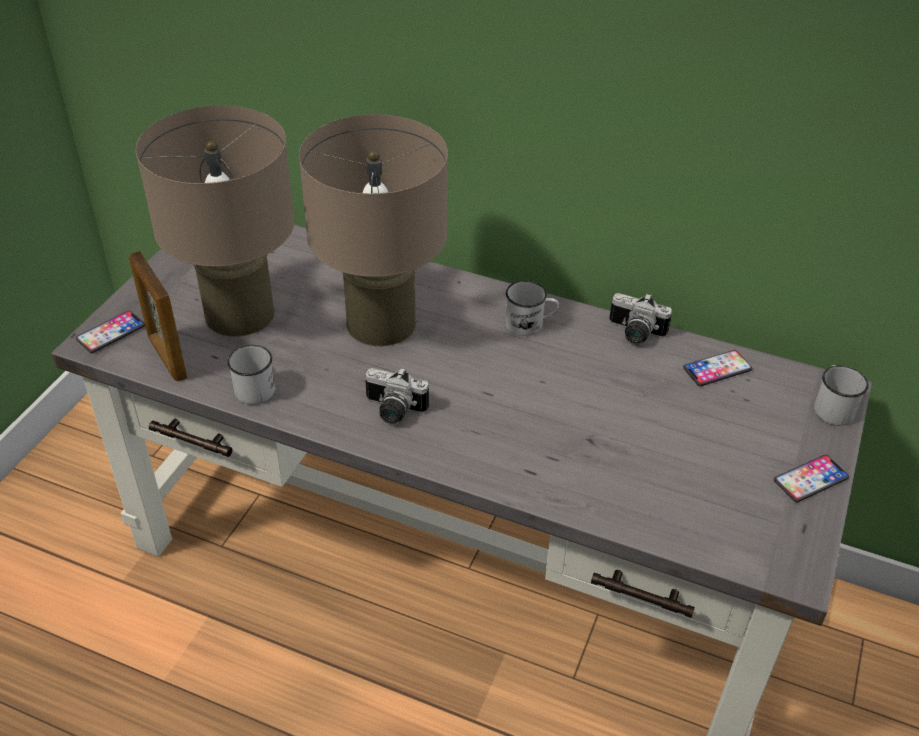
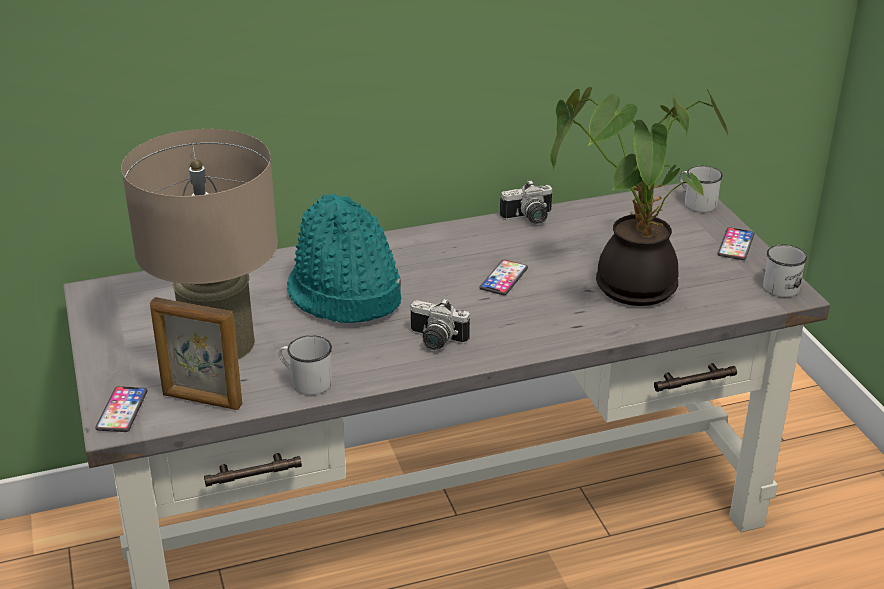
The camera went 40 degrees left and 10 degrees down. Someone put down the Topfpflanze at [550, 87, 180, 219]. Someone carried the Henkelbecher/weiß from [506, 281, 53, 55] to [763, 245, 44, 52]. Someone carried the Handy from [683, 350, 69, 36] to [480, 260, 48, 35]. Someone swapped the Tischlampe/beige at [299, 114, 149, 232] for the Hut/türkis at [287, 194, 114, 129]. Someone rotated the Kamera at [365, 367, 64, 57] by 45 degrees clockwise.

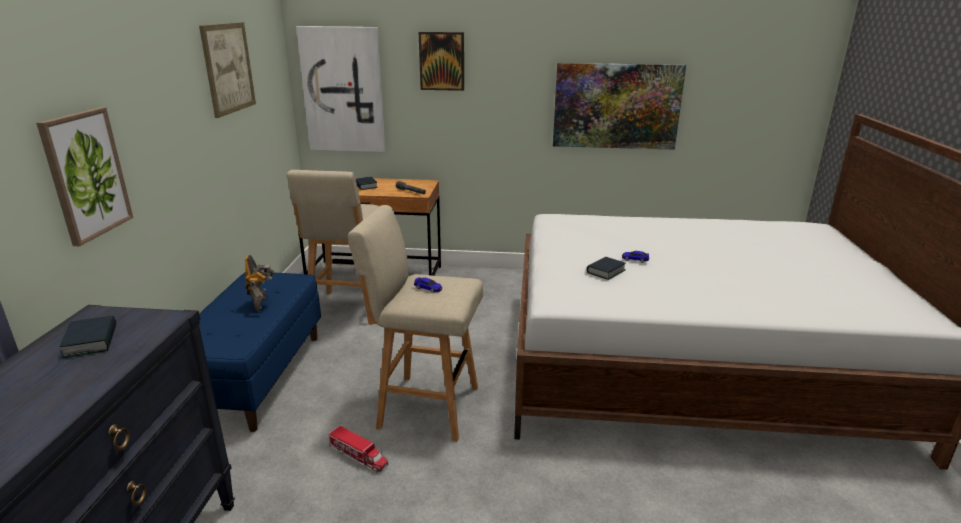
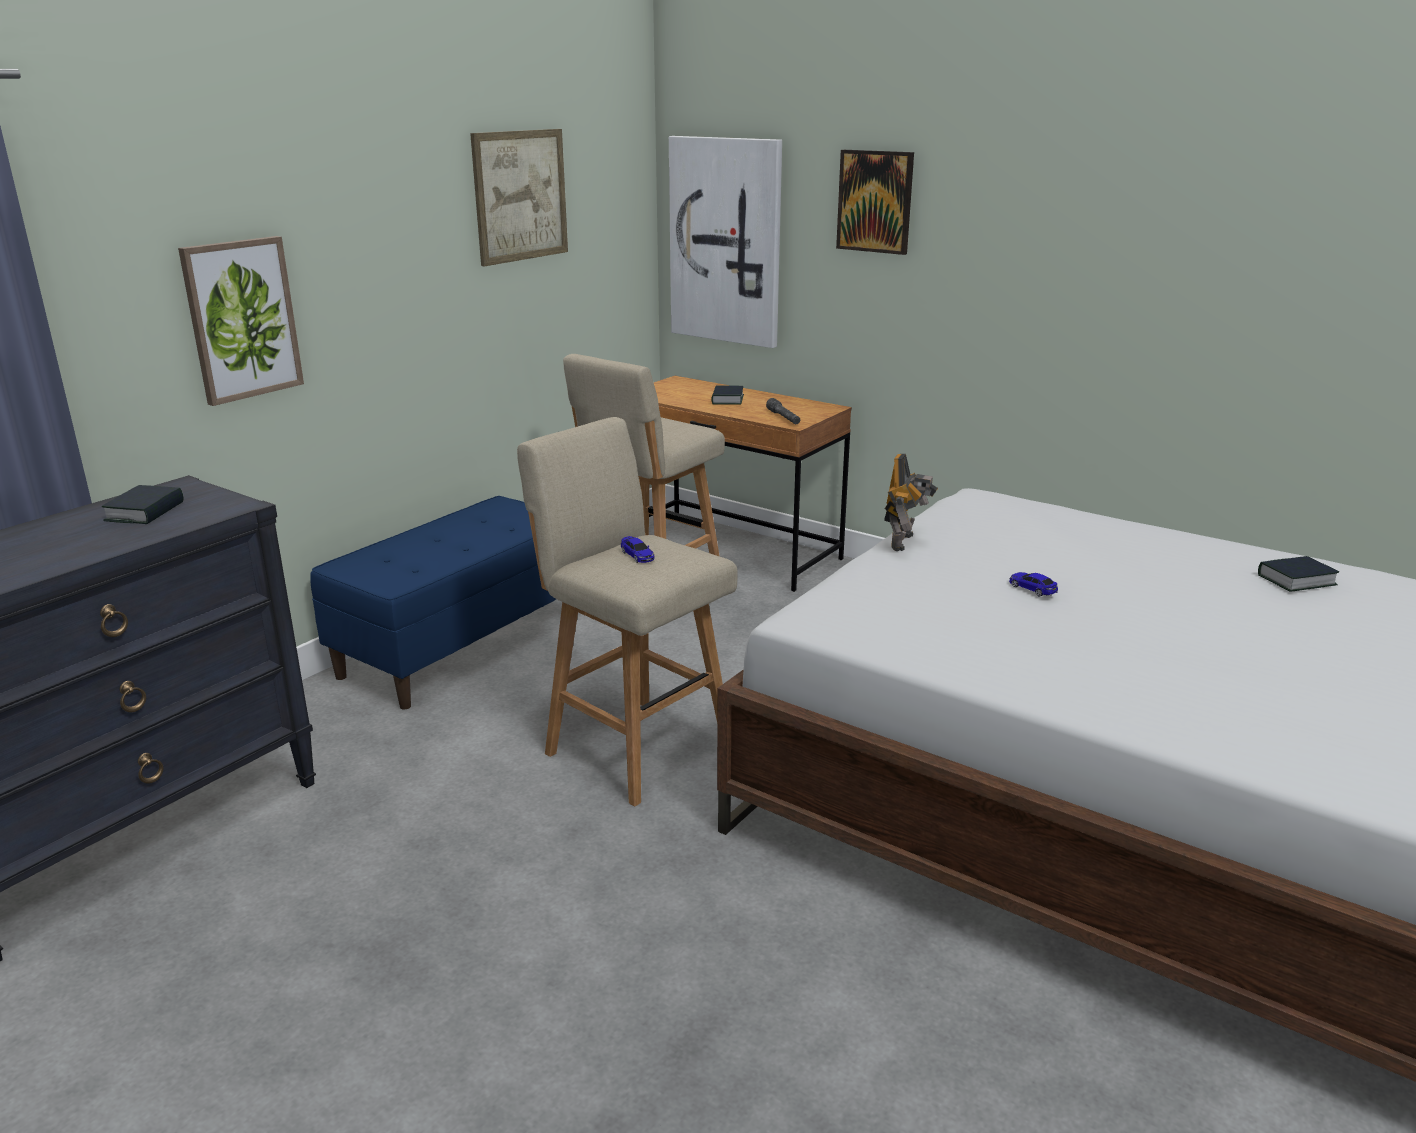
The camera went 30 degrees right and 0 degrees up. Someone took away the Spielzeuglaster at [329, 426, 59, 47]. Someone took away the Bild at [553, 63, 133, 87]. Someone carried the Spielzeugroboter from [244, 255, 30, 56] to [884, 454, 54, 97]. Someone carried the Buch from [587, 257, 39, 23] to [1258, 556, 81, 36].

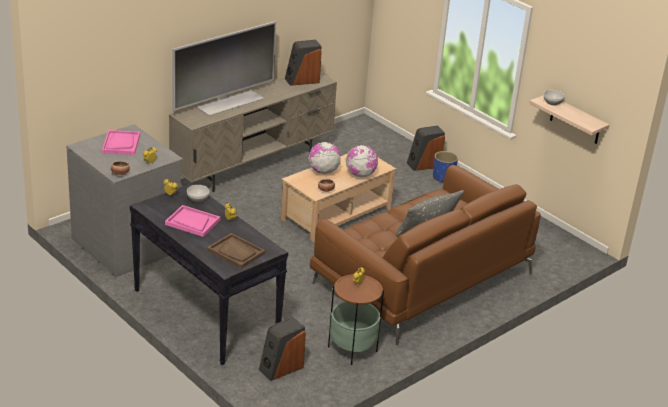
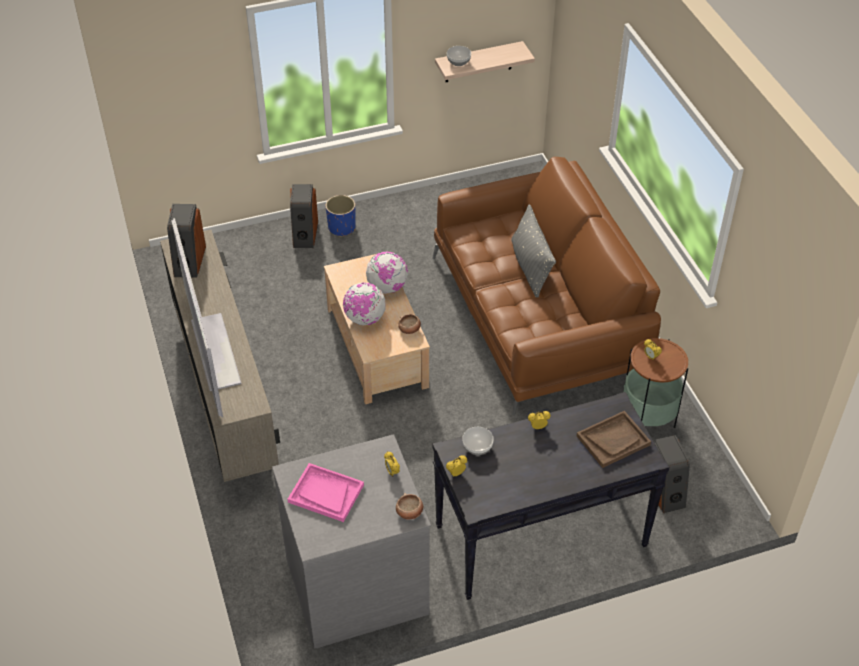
The camera went 65 degrees left and 15 degrees up. Someone took away the Tablett/rosa at [165, 205, 55, 32].

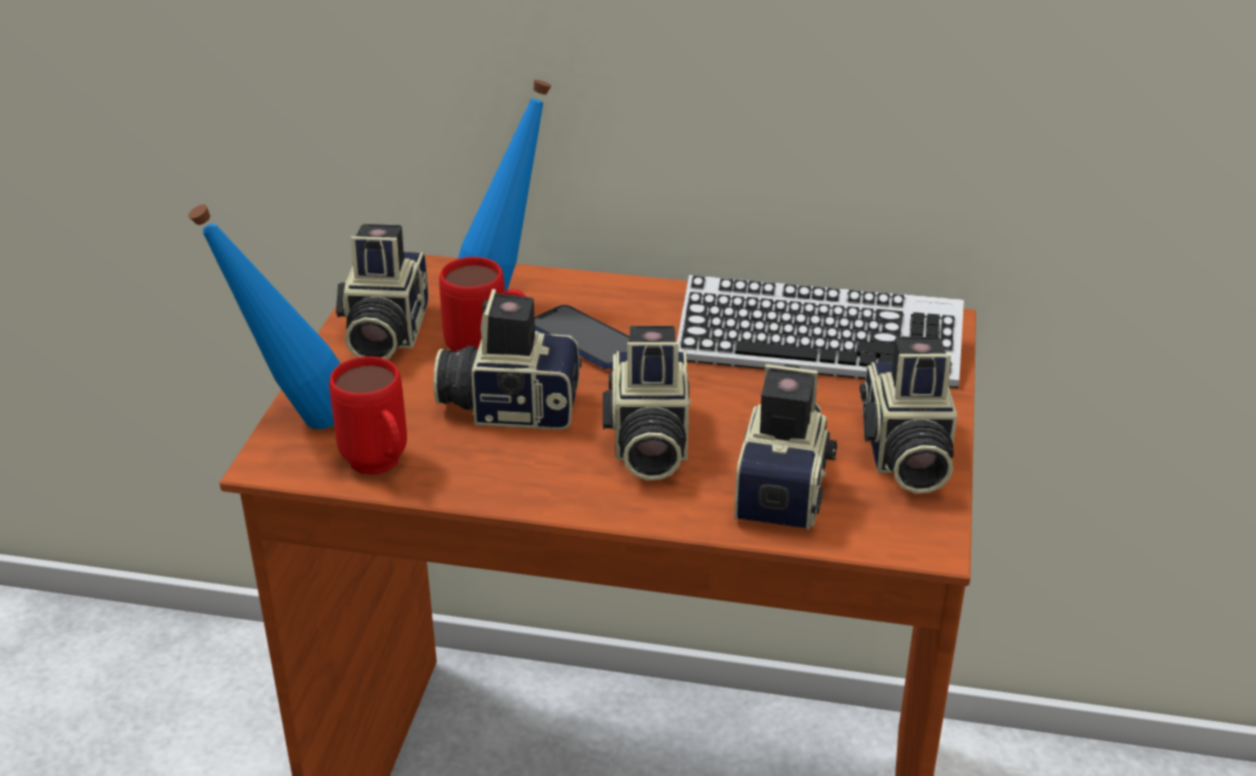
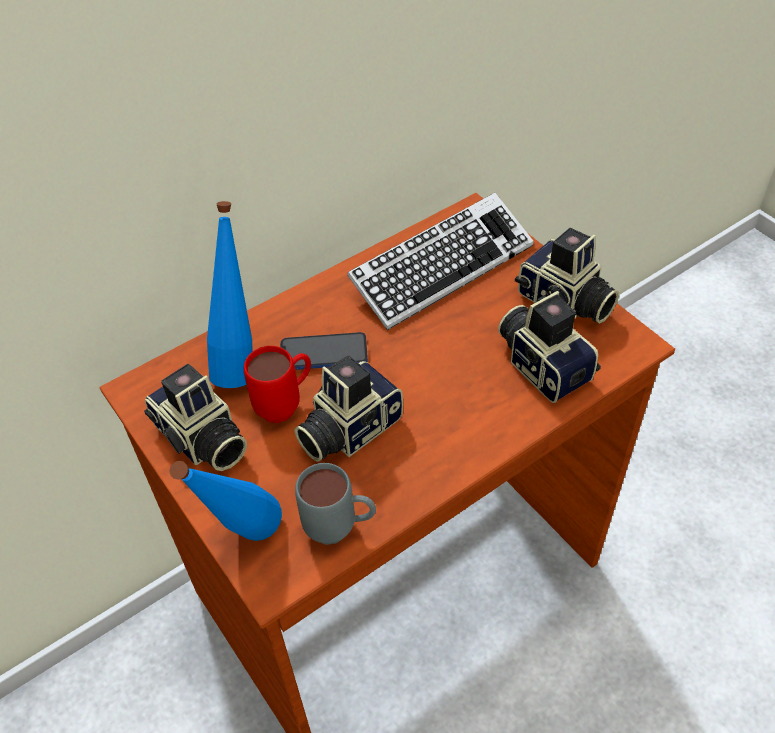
The camera went 45 degrees left and 15 degrees up. Someone took away the Kamera at [603, 326, 88, 155]. Someone repainted the Henkelbecher/rot at [329, 356, 78, 119], which became the Henkelbecher/grau at [295, 463, 81, 82].

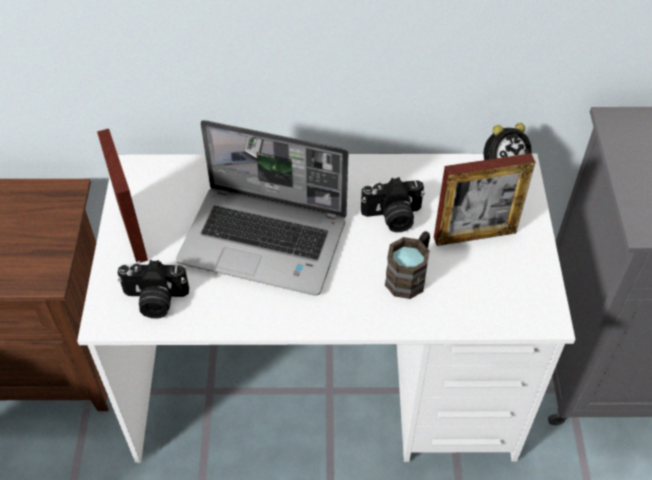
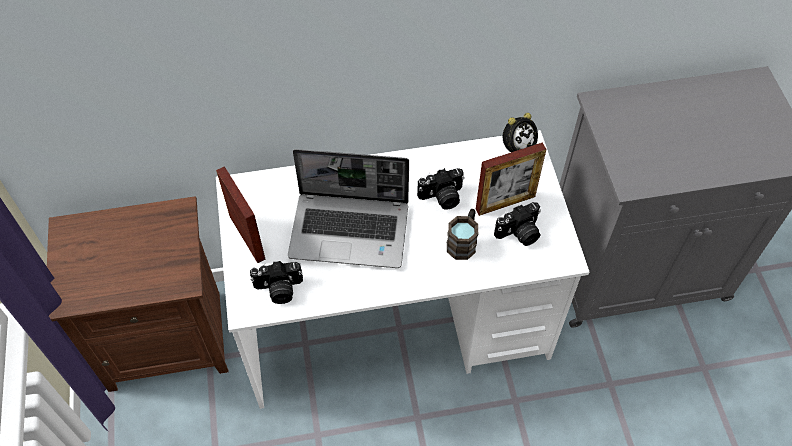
The camera went 10 degrees left and 5 degrees up. Someone put down the Kamera at [494, 202, 47, 44].

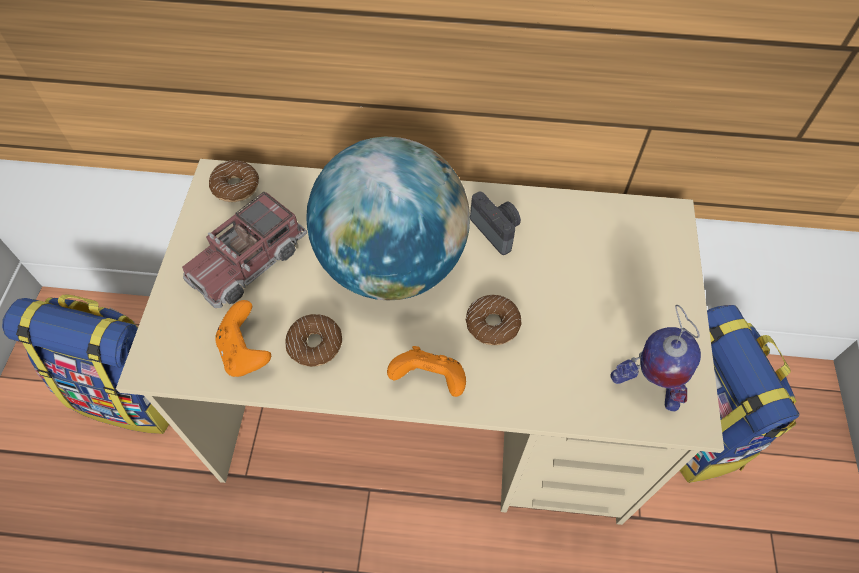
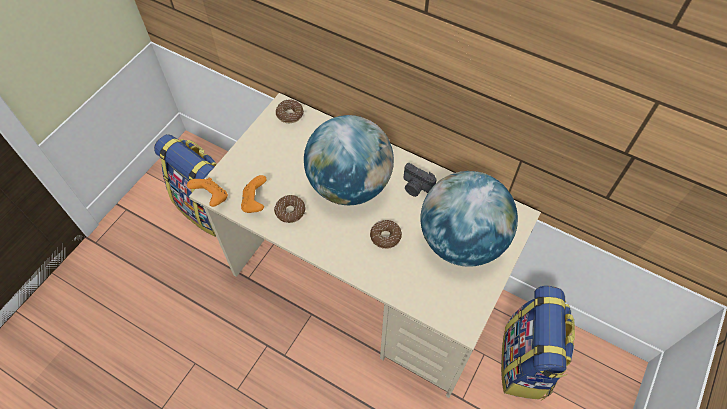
The camera went 25 degrees right and 0 degrees up. Someone took away the Spielzeuglaster at [182, 192, 125, 116]. Someone took away the Spielzeugroboter at [610, 305, 91, 106]. Someone put down the Globus at [420, 171, 98, 96]. Someone carried the Gamepad/orange from [387, 346, 79, 51] to [187, 178, 41, 29]. Someone rotated the Kamera at [470, 191, 51, 64] by 135 degrees clockwise.

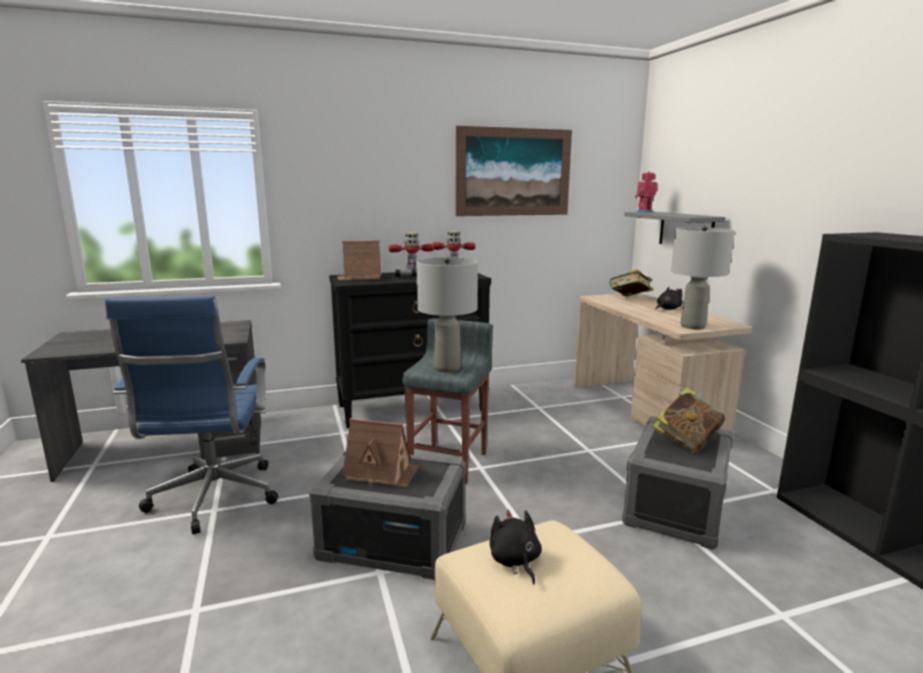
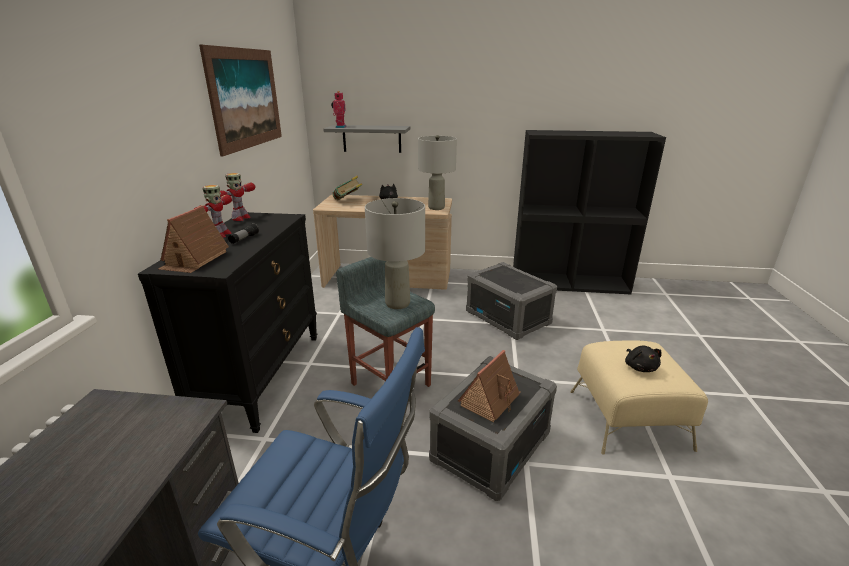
The camera went 65 degrees left and 10 degrees up. Someone took away the Buch at [652, 387, 73, 66]. Someone rotated the Plüschtier/schwarz at [490, 509, 52, 76] by 105 degrees counterclockwise.

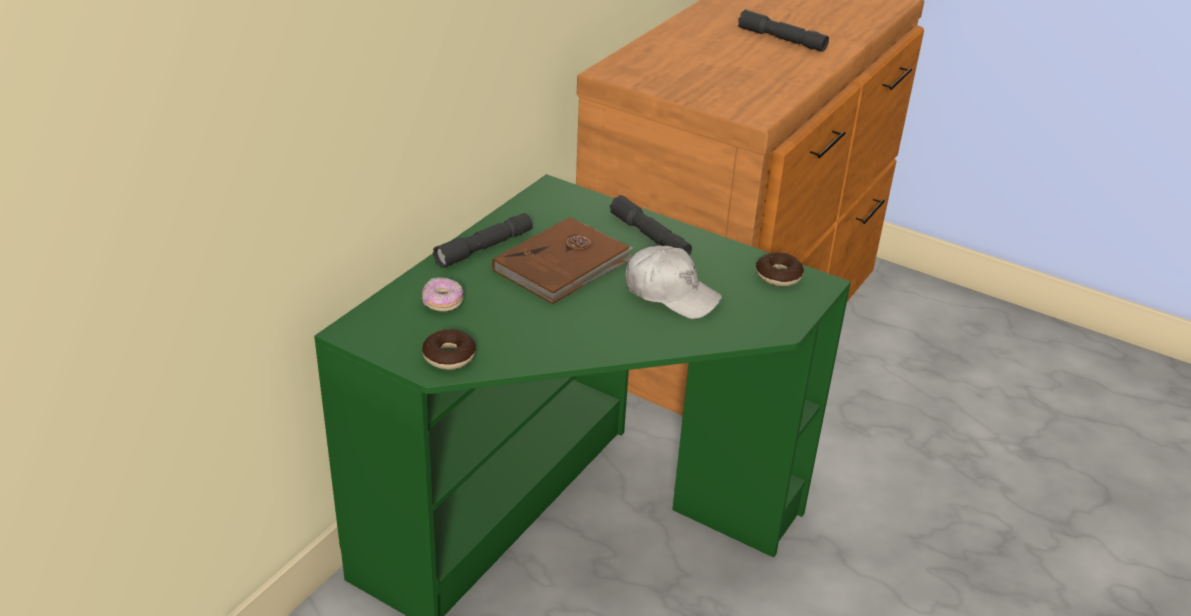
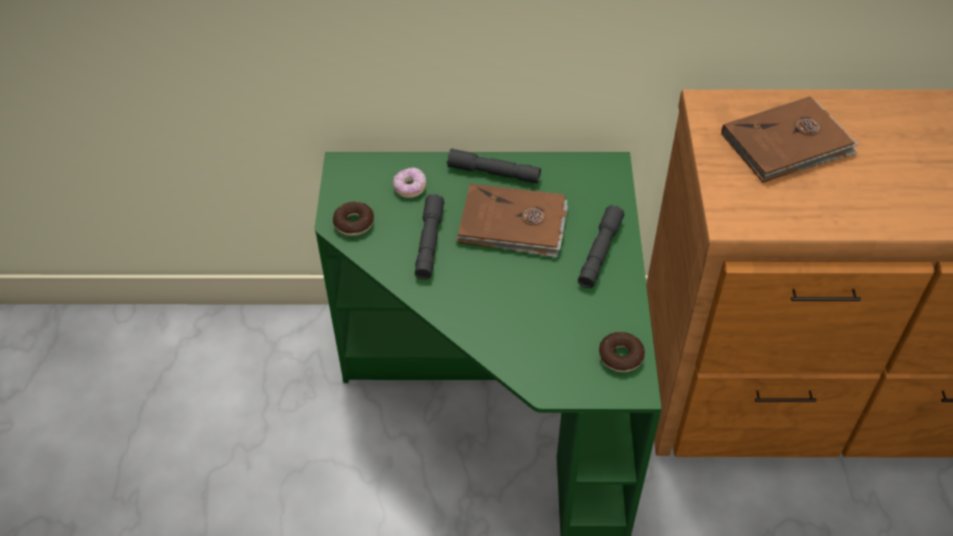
The camera went 60 degrees right and 15 degrees up. Someone took away the Kappe/weiß at [625, 245, 97, 74]. Someone put down the Buch/braun at [721, 96, 137, 87]. Someone carried the Taschenlampe/grau from [738, 9, 91, 43] to [415, 194, 30, 86].

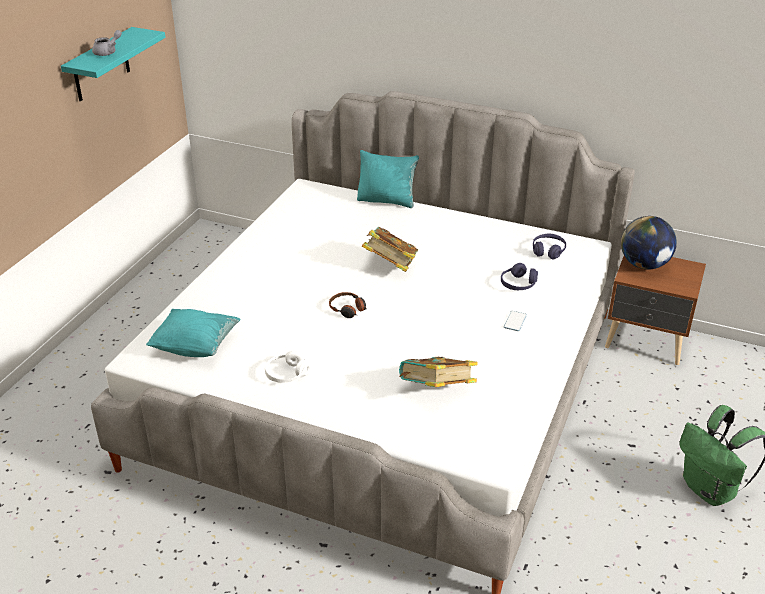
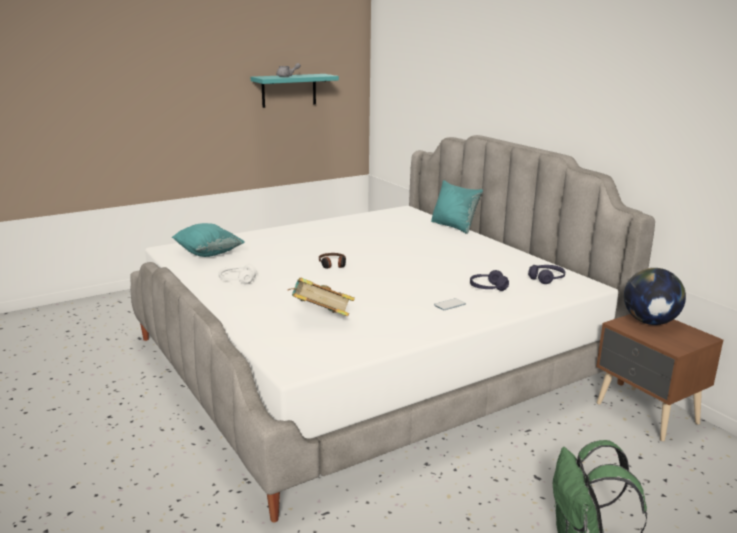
The camera went 35 degrees right and 15 degrees down. Someone took away the Buch at [362, 227, 56, 45].

